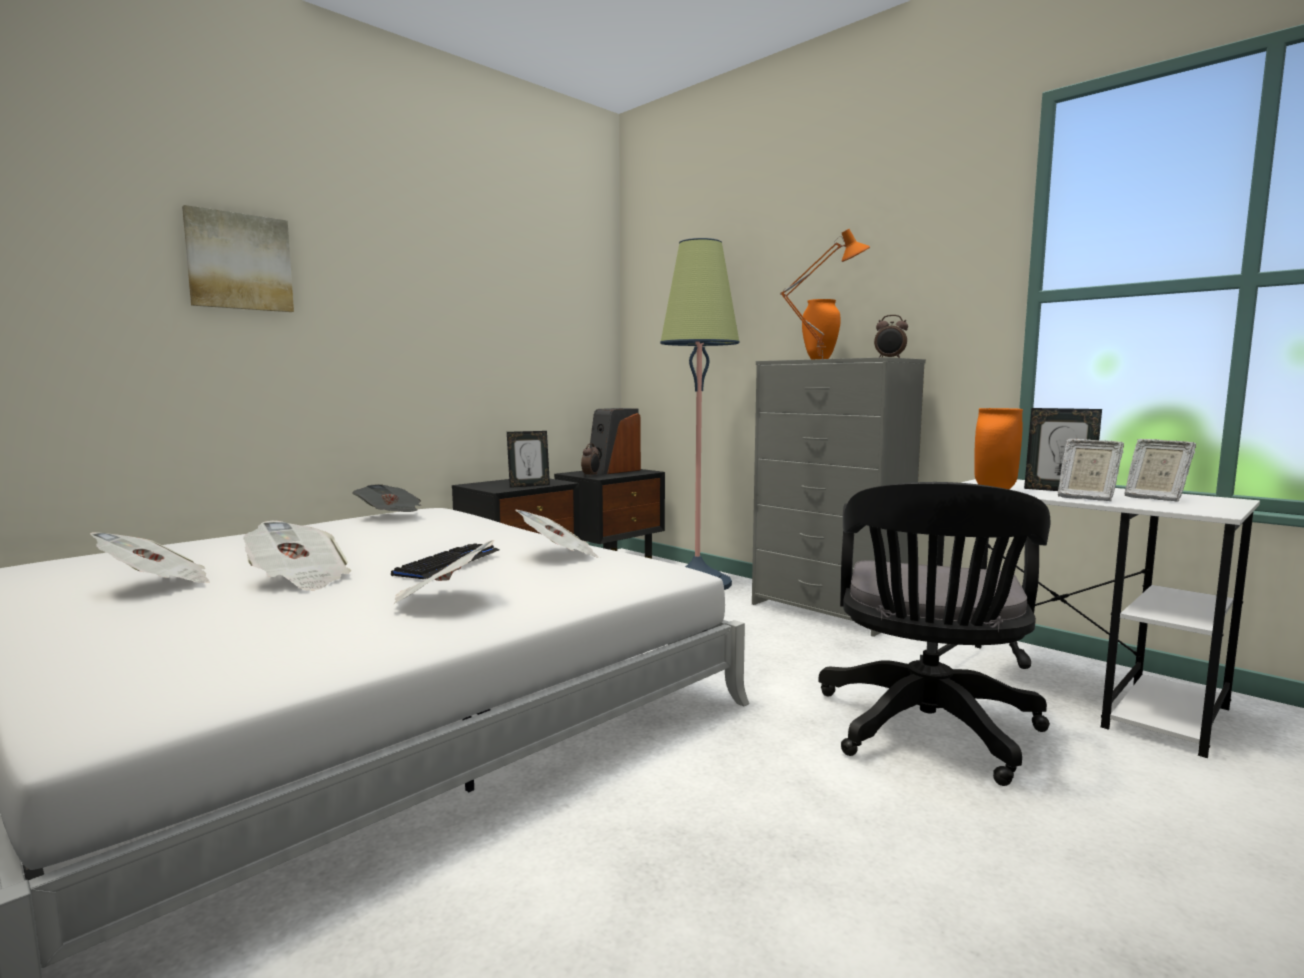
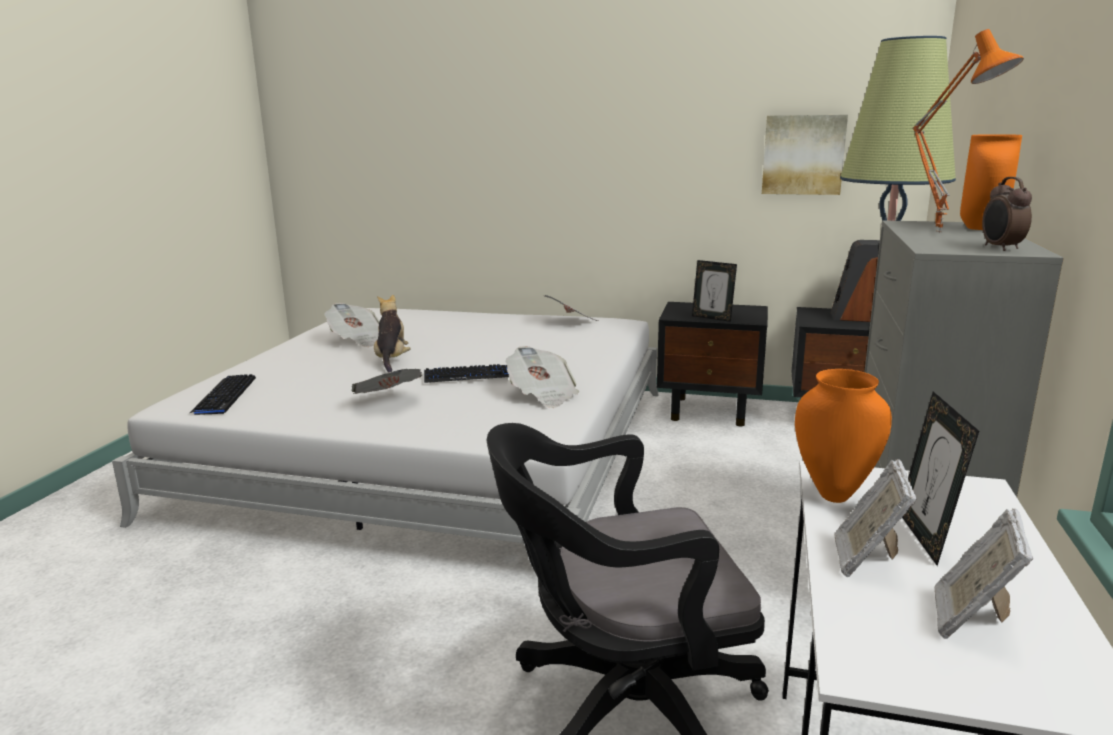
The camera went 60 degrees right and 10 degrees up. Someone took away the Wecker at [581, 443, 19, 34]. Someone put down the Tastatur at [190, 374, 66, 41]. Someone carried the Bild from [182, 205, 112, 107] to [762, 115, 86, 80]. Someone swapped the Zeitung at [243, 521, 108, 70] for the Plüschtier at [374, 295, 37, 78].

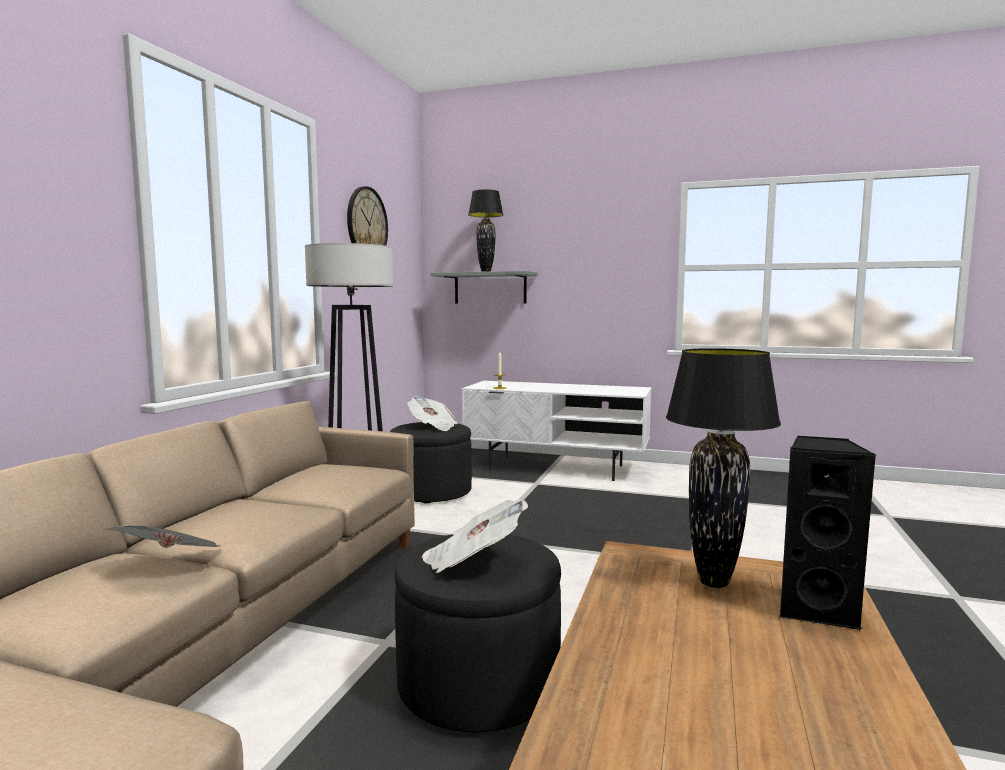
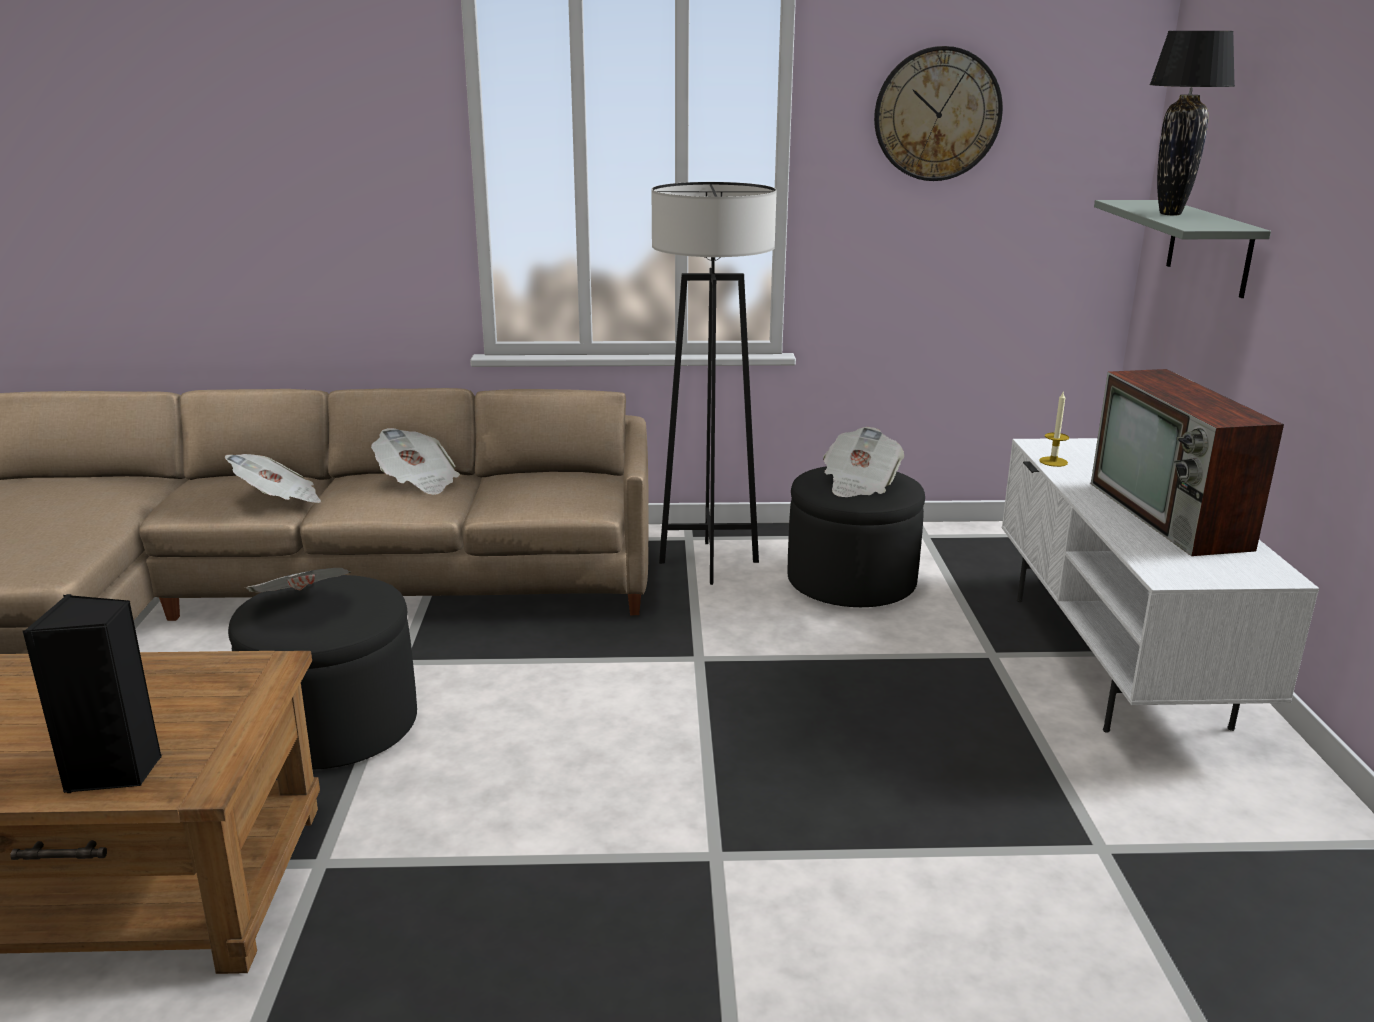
The camera went 70 degrees right and 15 degrees up. Someone took away the Tischlampe/schwarz at [666, 348, 115, 240]. Someone put down the Zeitung at [371, 428, 89, 67]. Someone put down the Fernseher at [1091, 369, 193, 187].

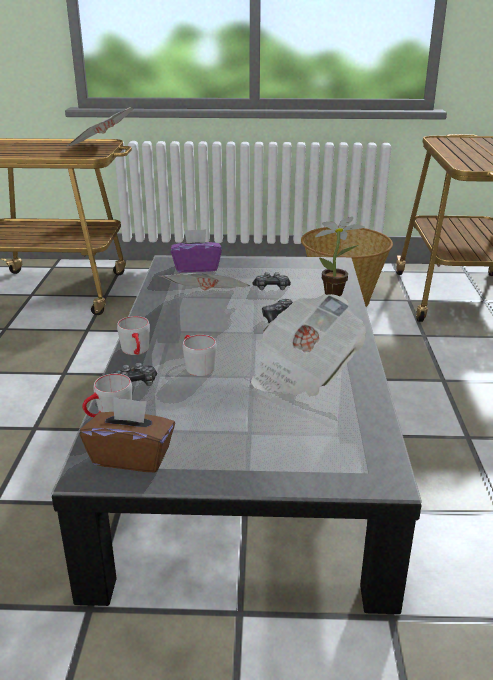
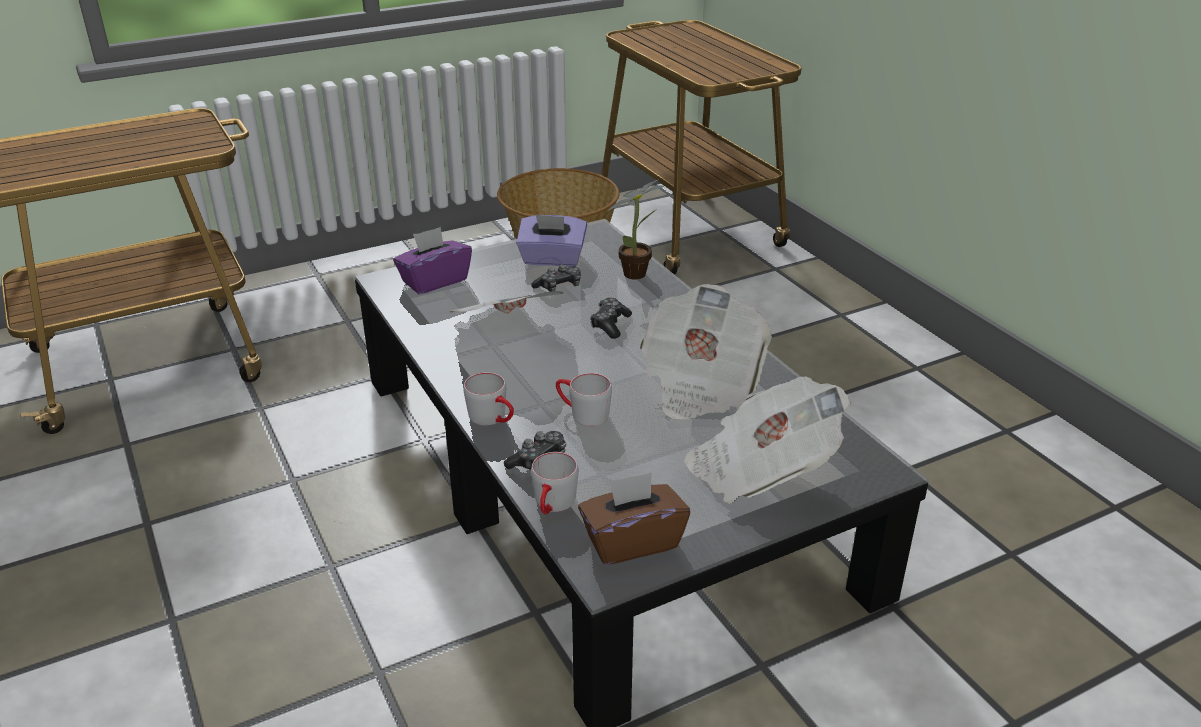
The camera went 30 degrees left and 5 degrees up. Someone put down the Taschentuchbox/lila at [516, 214, 71, 53]. Someone carried the Zeitung from [66, 107, 67, 40] to [684, 376, 167, 128].

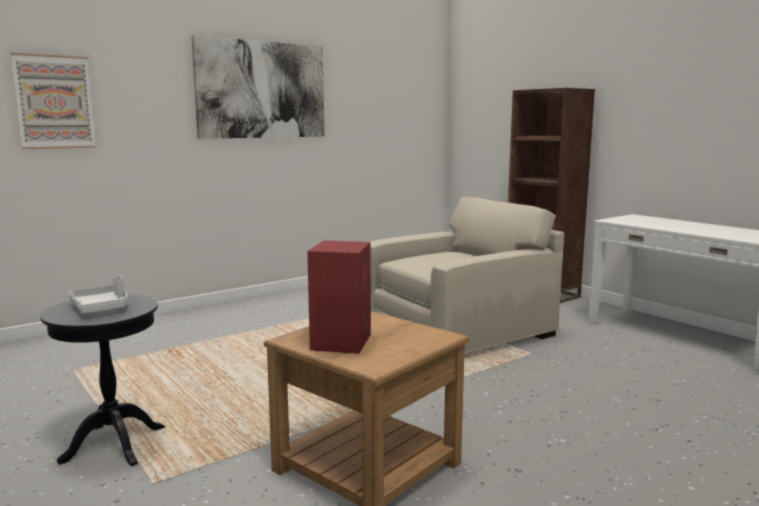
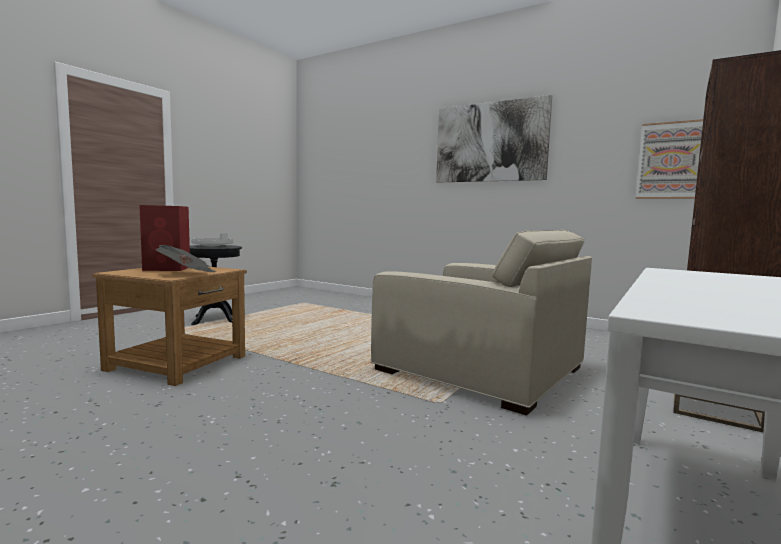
The camera went 70 degrees right and 5 degrees down. Someone put down the Zeitung at [156, 245, 60, 27]. Someone carried the Bild from [11, 53, 85, 96] to [636, 119, 67, 80].

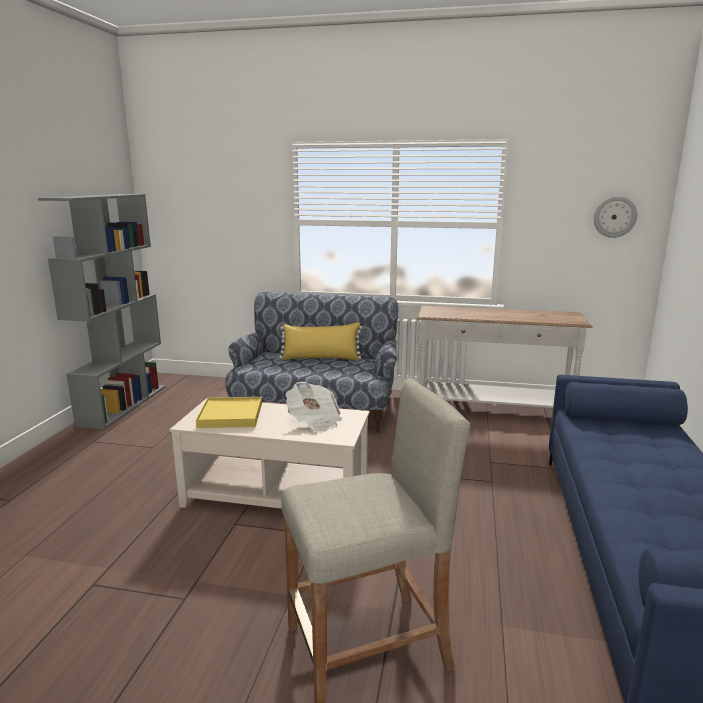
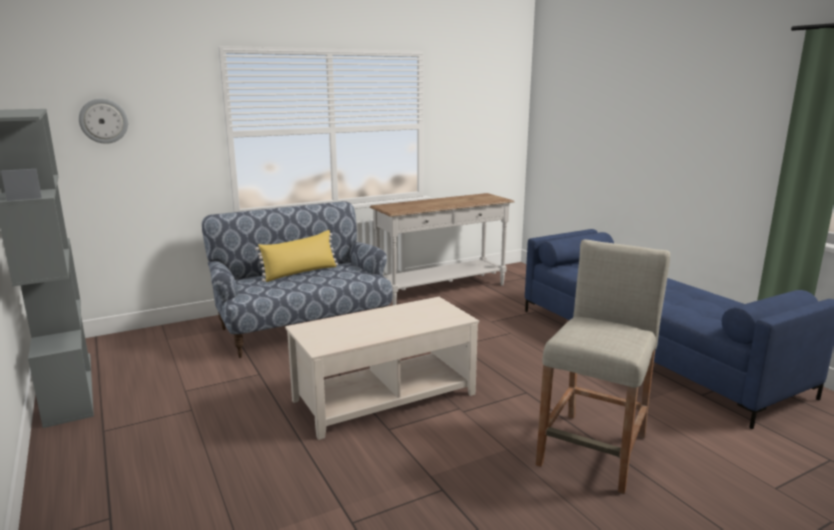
The camera went 40 degrees left and 0 degrees up. Someone took away the Tablett/gelb at [196, 397, 66, 31]. Someone took away the Zeitung at [286, 382, 56, 51]. Someone carried the Wanduhr from [594, 196, 43, 42] to [79, 99, 49, 45].

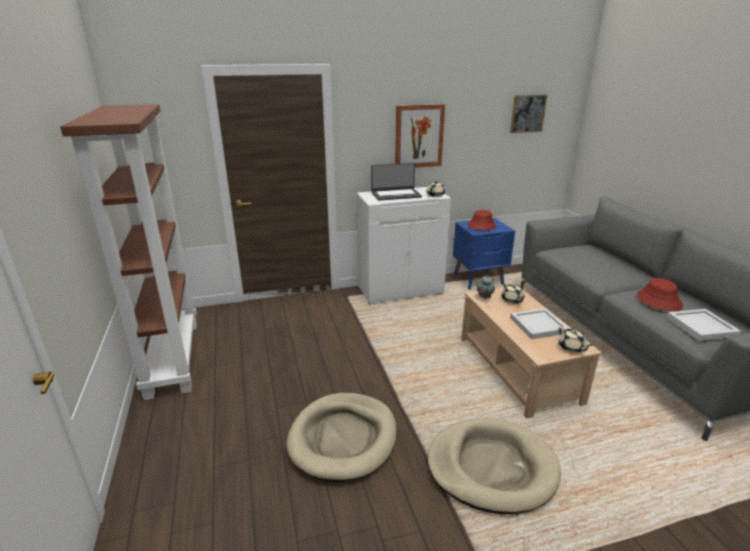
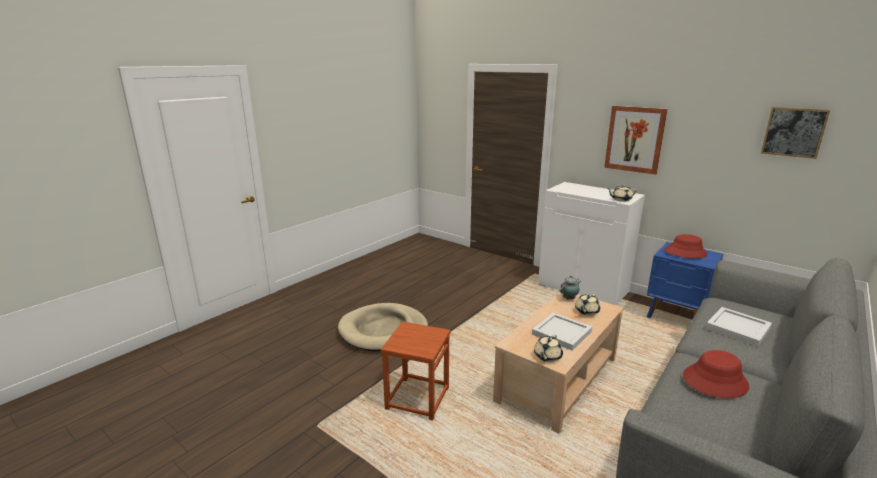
The camera went 55 degrees right and 5 degrees down. Someone took away the Bücherregal/braun at [60, 104, 137, 296]. Someone took away the Laptop at [371, 163, 51, 38]. Someone carried the Tablett/weiß from [667, 309, 74, 32] to [706, 307, 66, 40]. Someone swapped the Hundebett/beige at [427, 418, 134, 96] for the Hocker/braun at [381, 321, 70, 100].

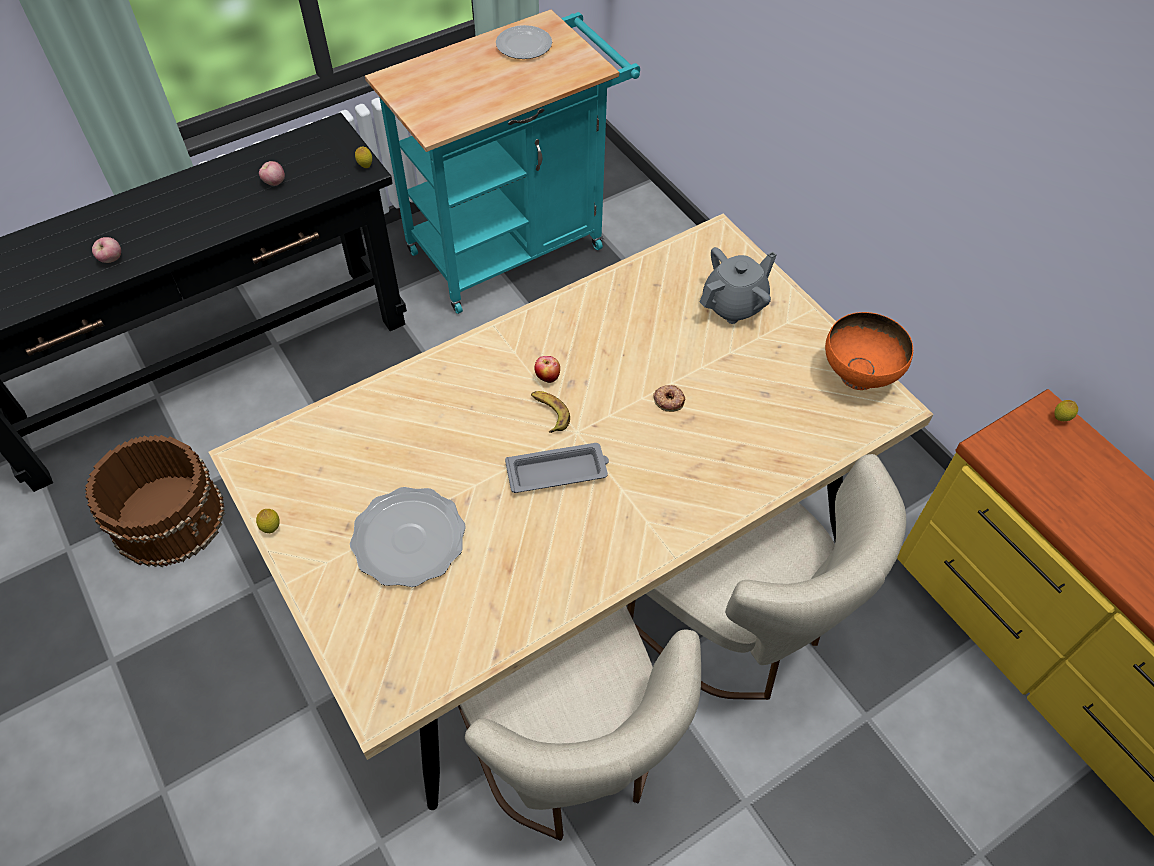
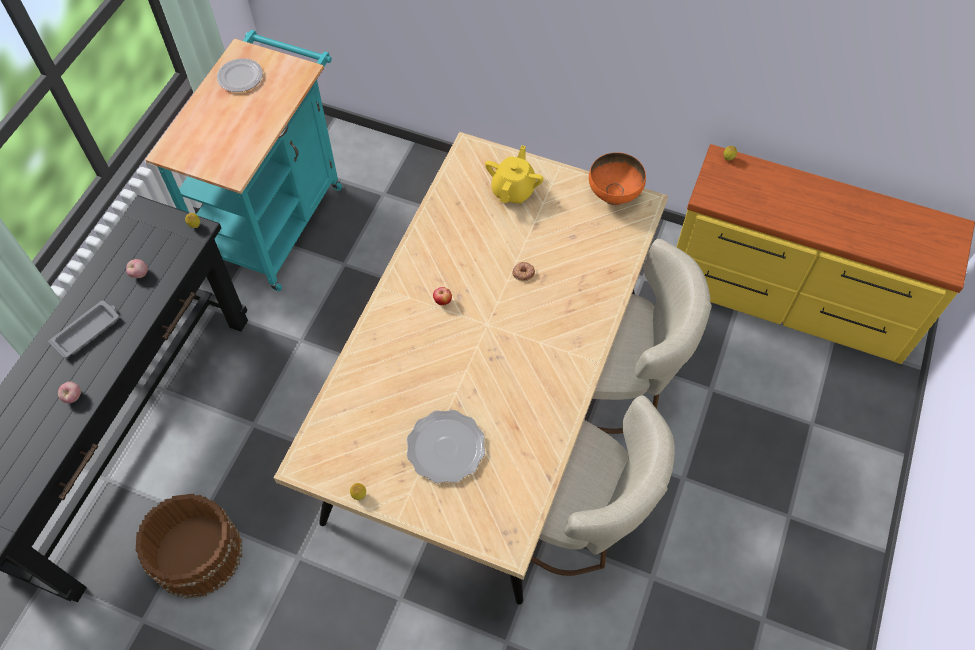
The camera went 35 degrees left and 5 degrees up. Someone took away the Banane at [531, 391, 39, 42]. Someone carried the Tablett/grau from [505, 443, 104, 50] to [48, 301, 71, 57]. Someone repainted the Teekanne/grau at [699, 247, 78, 77], which became the Teekanne/gelb at [485, 145, 59, 59].

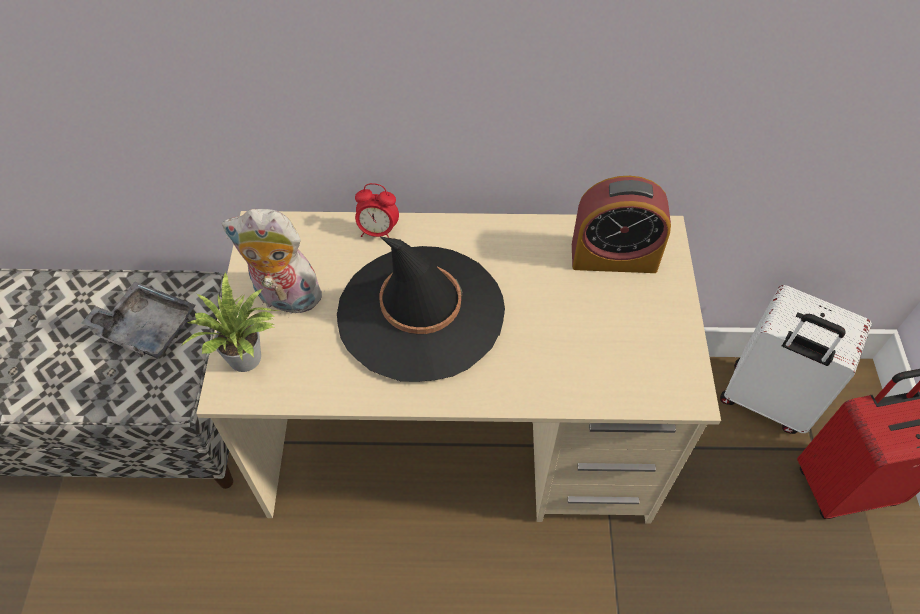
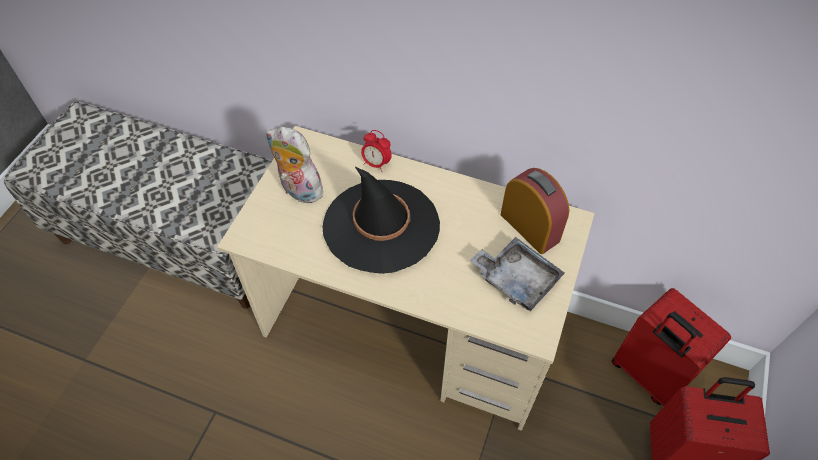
The camera went 20 degrees right and 0 degrees up. Someone took away the Topfpflanze at [181, 272, 97, 100]. Someone carried the Tablett/grau from [82, 281, 114, 78] to [470, 237, 95, 74]. Someone repainted the Koffer/weiß at [720, 285, 152, 149], which became the Koffer/rot at [612, 288, 119, 118]. Someone rotated the Wecker at [572, 176, 99, 97] by 150 degrees counterclockwise.

